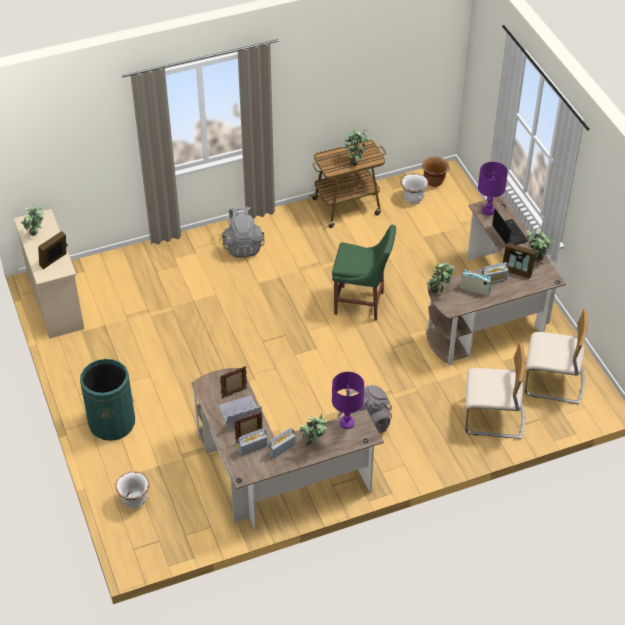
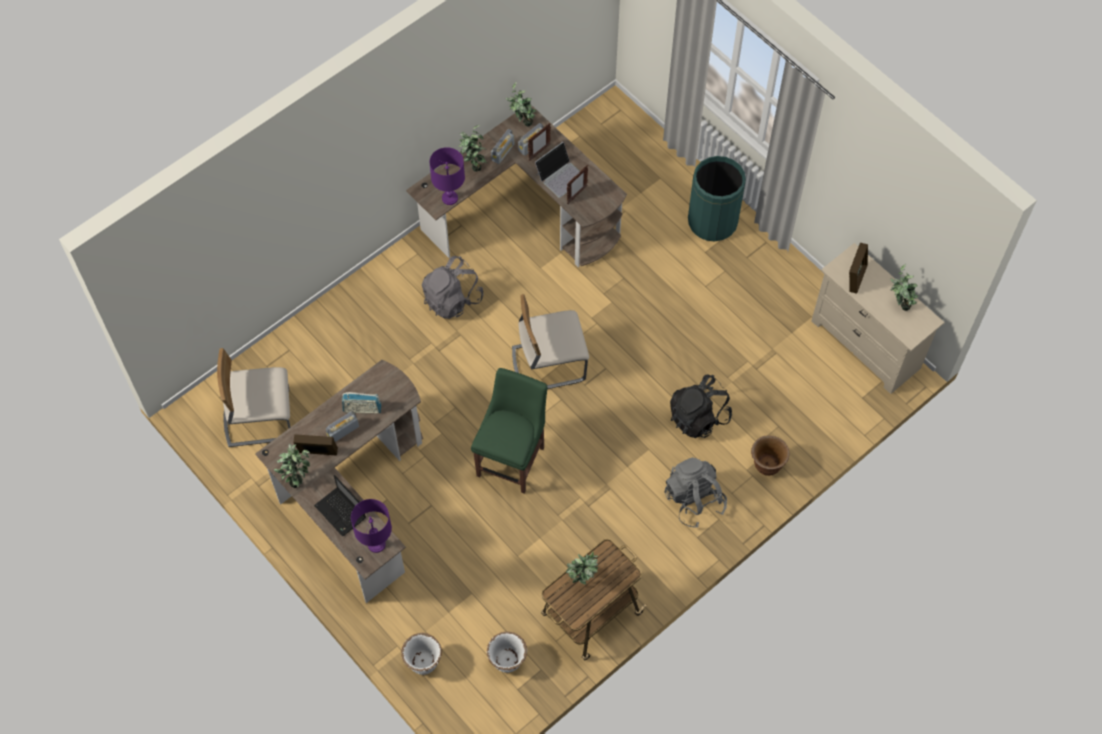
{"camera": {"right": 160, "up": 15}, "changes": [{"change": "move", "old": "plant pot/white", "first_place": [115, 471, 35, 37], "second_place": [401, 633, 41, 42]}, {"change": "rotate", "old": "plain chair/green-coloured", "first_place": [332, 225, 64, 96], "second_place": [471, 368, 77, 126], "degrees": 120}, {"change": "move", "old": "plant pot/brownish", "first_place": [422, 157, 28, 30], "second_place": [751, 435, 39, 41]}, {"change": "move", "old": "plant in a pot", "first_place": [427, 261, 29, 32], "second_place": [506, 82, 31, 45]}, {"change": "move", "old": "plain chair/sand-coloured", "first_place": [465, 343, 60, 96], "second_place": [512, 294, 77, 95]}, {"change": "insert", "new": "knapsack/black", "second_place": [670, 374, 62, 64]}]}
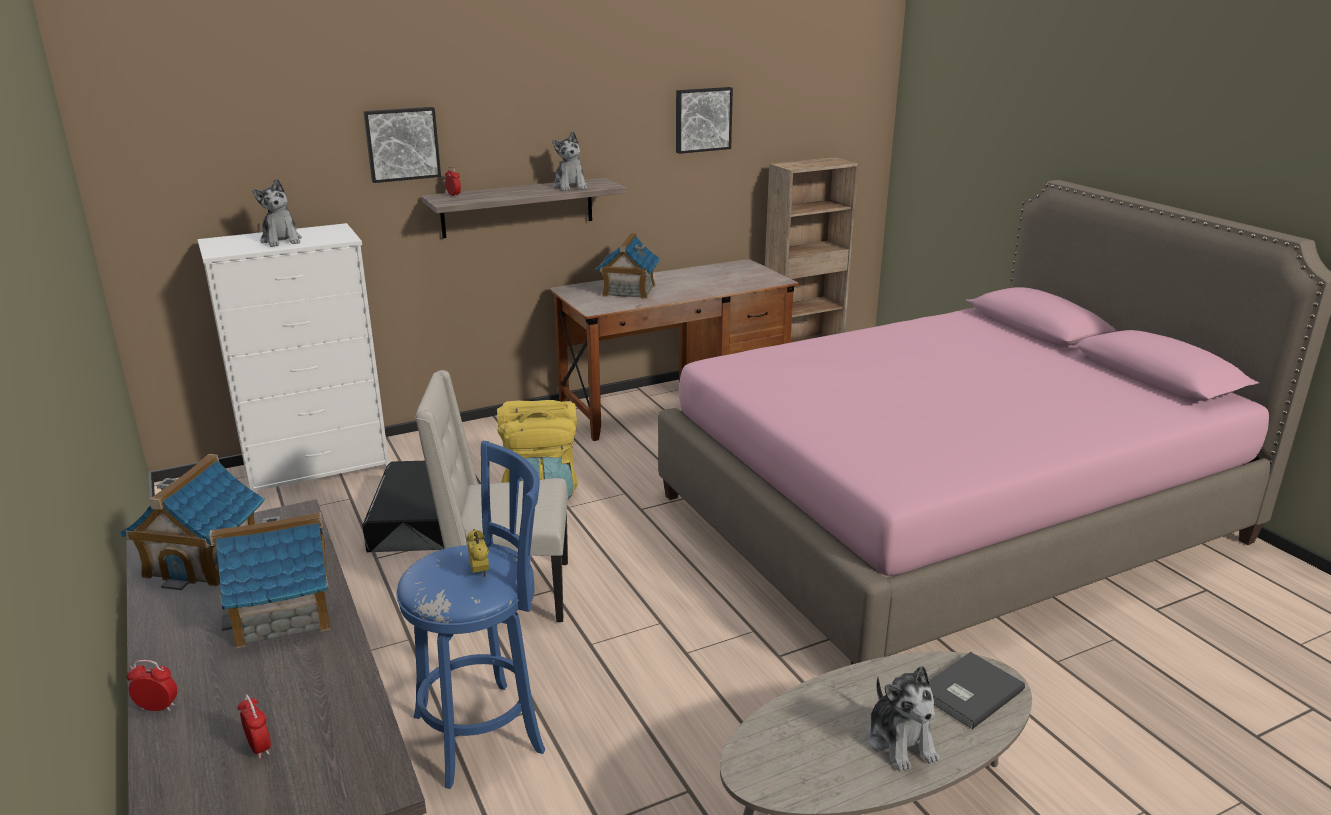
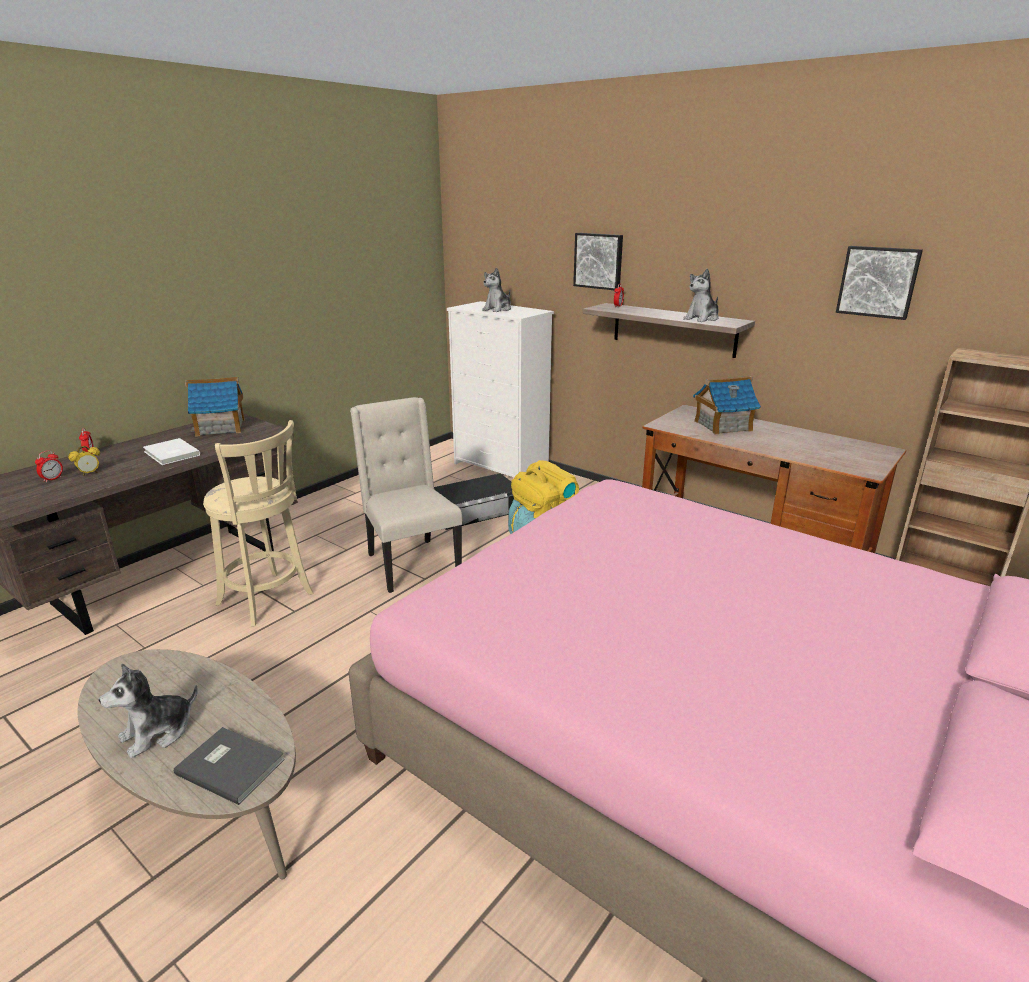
{"camera": {"right": 65, "up": 0}, "changes": [{"change": "replace", "old": "miniature house", "new": "book/white", "first_place": [209, 512, 122, 136], "second_place": [143, 438, 57, 27]}, {"change": "recolor", "old": "stool/bluish", "new": "stool/sand-coloured", "first_place": [397, 441, 148, 348], "second_place": [203, 420, 111, 206]}, {"change": "move", "old": "alarm clock", "first_place": [466, 529, 23, 48], "second_place": [68, 446, 32, 30]}]}
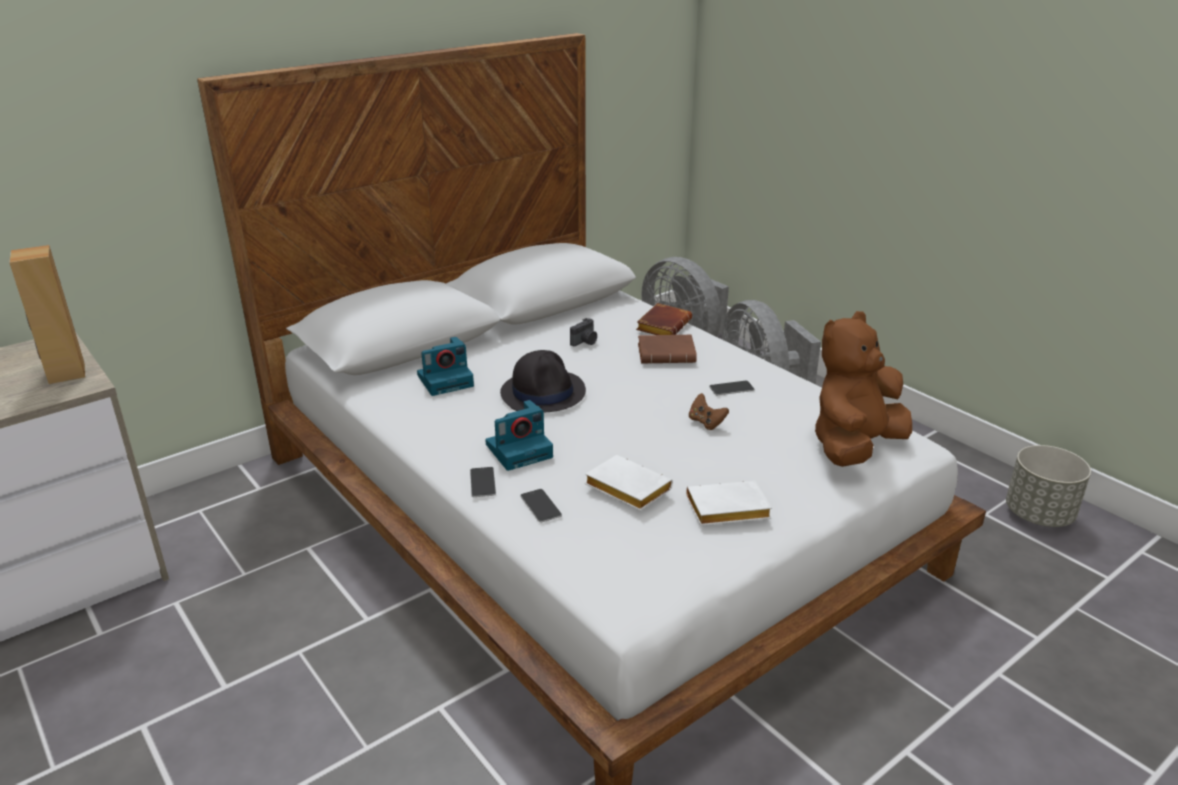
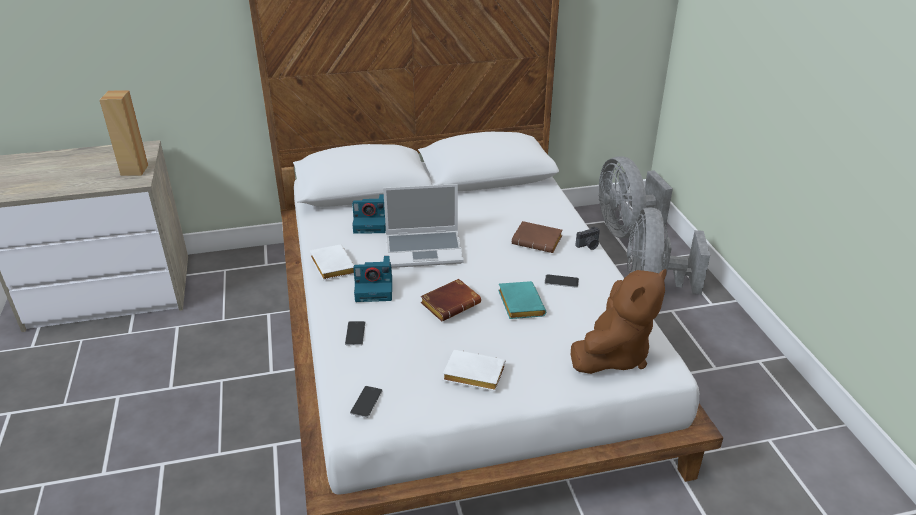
{"camera": {"right": 25, "up": 5}, "changes": [{"change": "move", "old": "handset", "first_place": [470, 467, 26, 30], "second_place": [350, 386, 33, 32]}, {"change": "replace", "old": "wearable hat/black", "new": "notebook computer", "first_place": [500, 350, 86, 62], "second_place": [383, 184, 81, 84]}, {"change": "move", "old": "still camera", "first_place": [570, 318, 27, 28], "second_place": [575, 227, 25, 23]}, {"change": "move", "old": "book/white", "first_place": [585, 455, 88, 56], "second_place": [310, 245, 44, 35]}, {"change": "move", "old": "book/brownish", "first_place": [636, 303, 56, 32], "second_place": [420, 279, 61, 42]}, {"change": "replace", "old": "joypad/brownish", "new": "book/blue-green", "first_place": [689, 393, 40, 37], "second_place": [498, 281, 48, 38]}, {"change": "rotate", "old": "cuddly toy/brownish", "first_place": [815, 311, 97, 156], "second_place": [571, 269, 96, 105], "degrees": 150}, {"change": "delete", "old": "plant pot/greyish", "first_place": [1006, 445, 85, 82]}]}
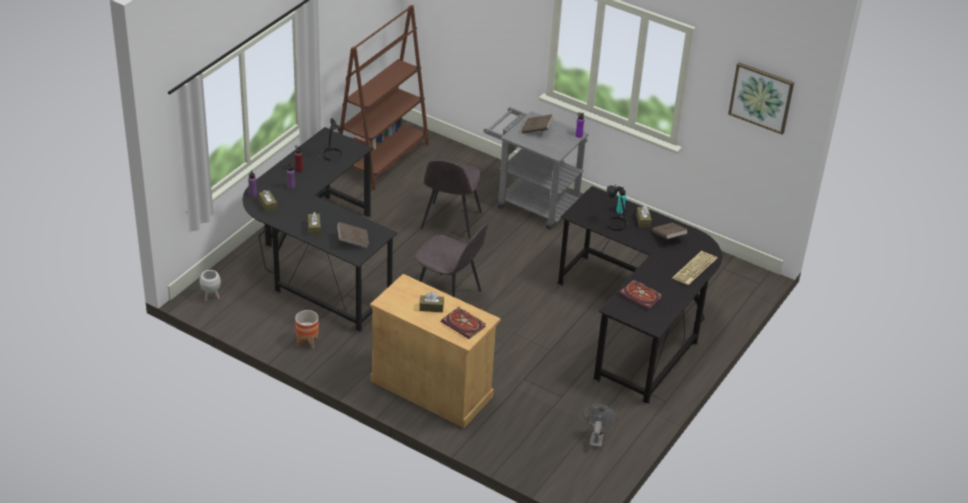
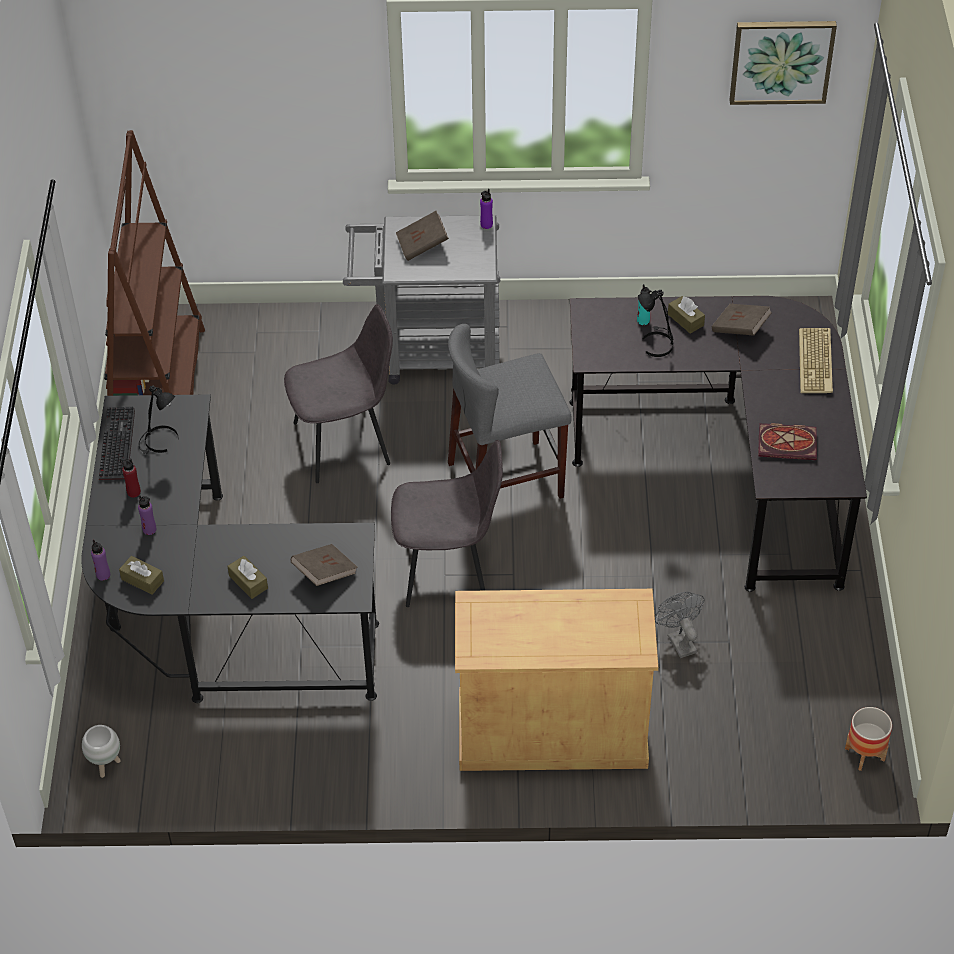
{"camera": {"right": -30, "up": 10}, "changes": [{"change": "move", "old": "plant pot", "first_place": [295, 310, 24, 38], "second_place": [845, 707, 47, 64]}, {"change": "delete", "old": "box of tissues/brownish", "first_place": [419, 292, 25, 20]}, {"change": "rotate", "old": "plain chair/greyish", "first_place": [420, 159, 62, 80], "second_place": [284, 304, 109, 179], "degrees": -90}, {"change": "delete", "old": "book", "first_place": [441, 307, 45, 32]}, {"change": "move", "old": "electric fan/greyish", "first_place": [583, 405, 34, 44], "second_place": [655, 592, 50, 66]}, {"change": "insert", "new": "PC keyboard", "second_place": [99, 407, 36, 73]}, {"change": "insert", "new": "stool/greyish", "second_place": [448, 324, 124, 175]}]}
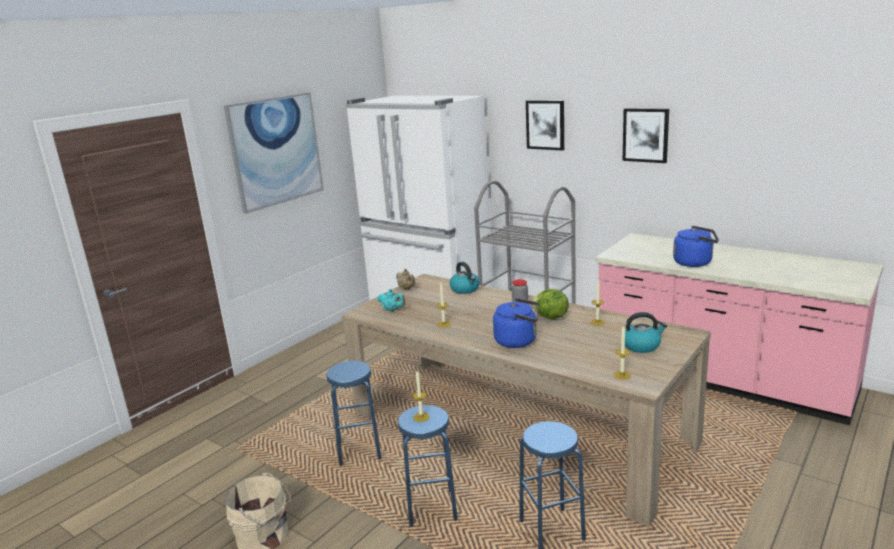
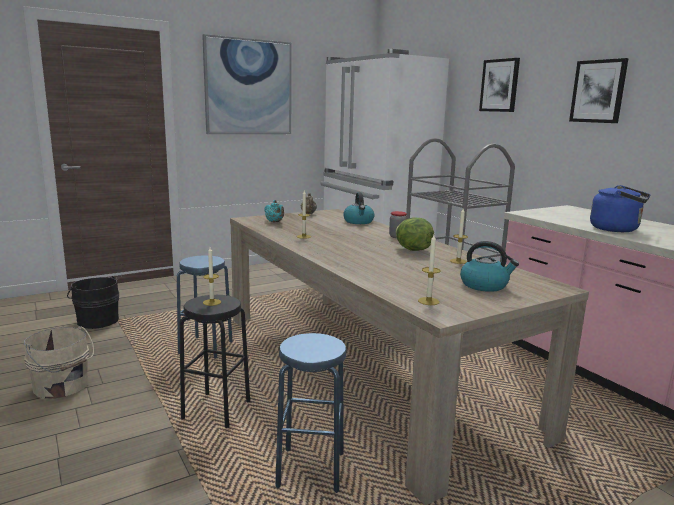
{"camera": {"right": 20, "up": -5}, "changes": [{"change": "recolor", "old": "stool/bluish", "new": "stool/black", "first_place": [398, 405, 60, 122], "second_place": [180, 295, 70, 133]}, {"change": "delete", "old": "water kettle/bluish", "first_place": [493, 298, 47, 50]}, {"change": "insert", "new": "bucket/black", "second_place": [67, 276, 52, 53]}]}
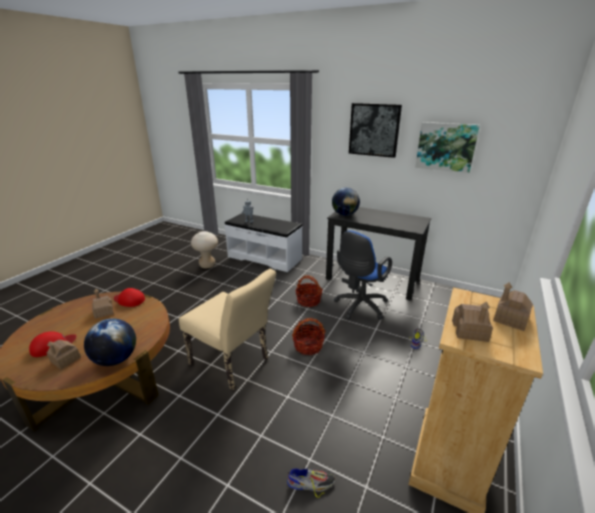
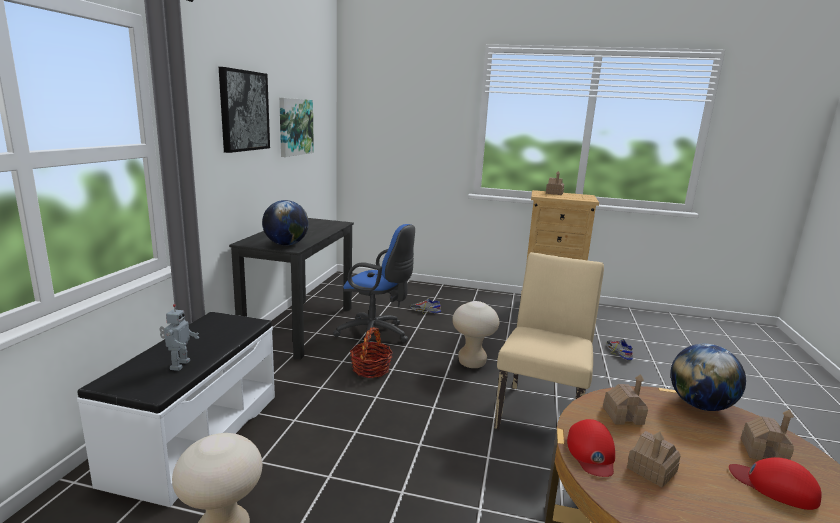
{"camera": {"right": -105, "up": -10}, "changes": [{"change": "replace", "old": "storage basket", "new": "stool/sand-coloured", "first_place": [292, 318, 34, 37], "second_place": [452, 301, 47, 67]}, {"change": "move", "old": "miniature house", "first_place": [452, 301, 41, 41], "second_place": [603, 374, 45, 51]}]}
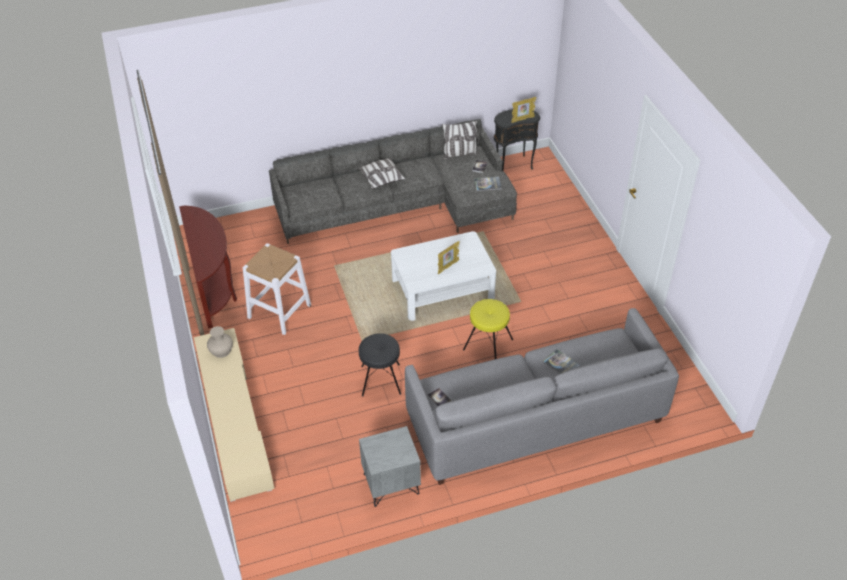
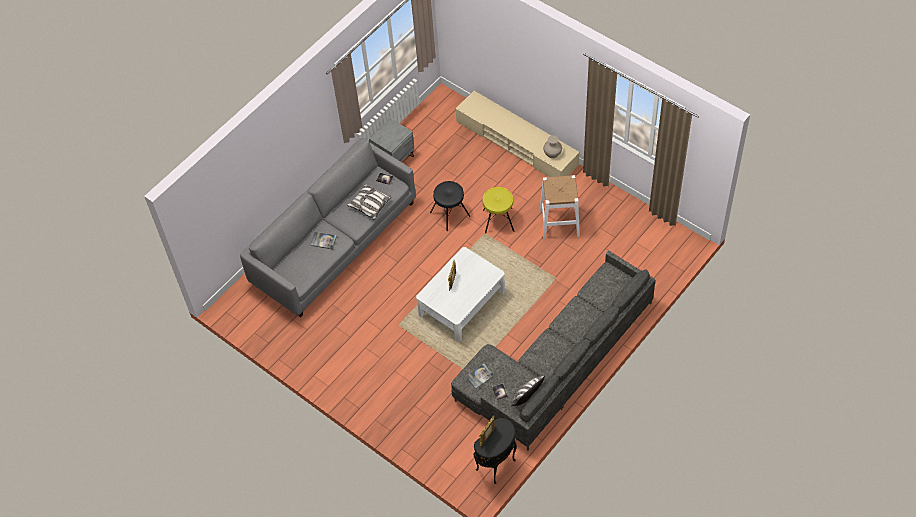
{"camera": {"right": 150, "up": 10}, "changes": [{"change": "delete", "old": "hall table/brownish", "first_place": [179, 205, 58, 124]}, {"change": "move", "old": "pillow", "first_place": [358, 158, 47, 31], "second_place": [347, 183, 45, 37]}, {"change": "move", "old": "stool/yellowish", "first_place": [463, 299, 50, 60], "second_place": [483, 187, 31, 46]}]}
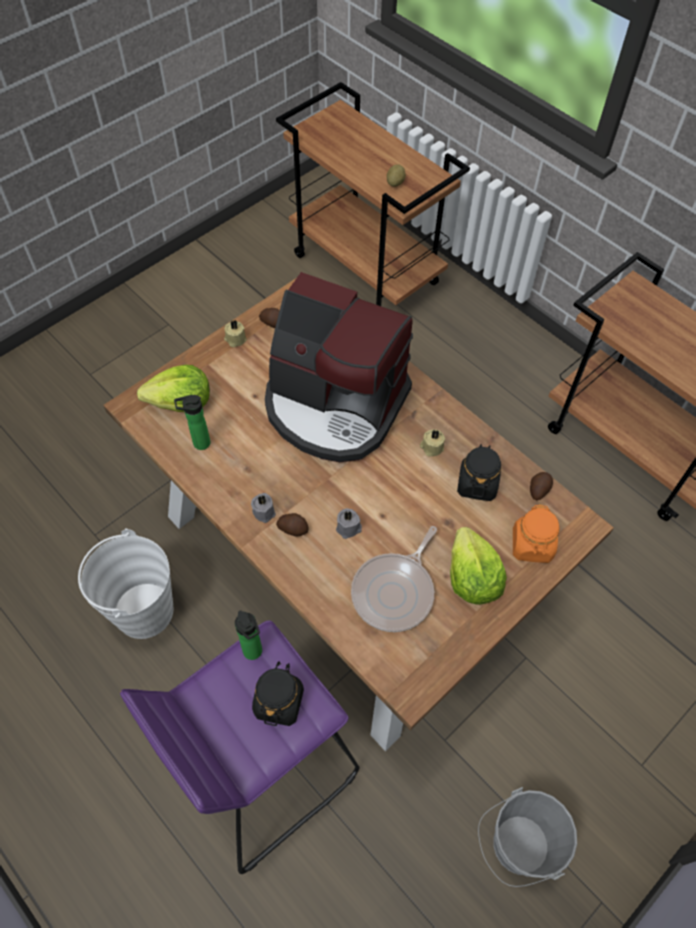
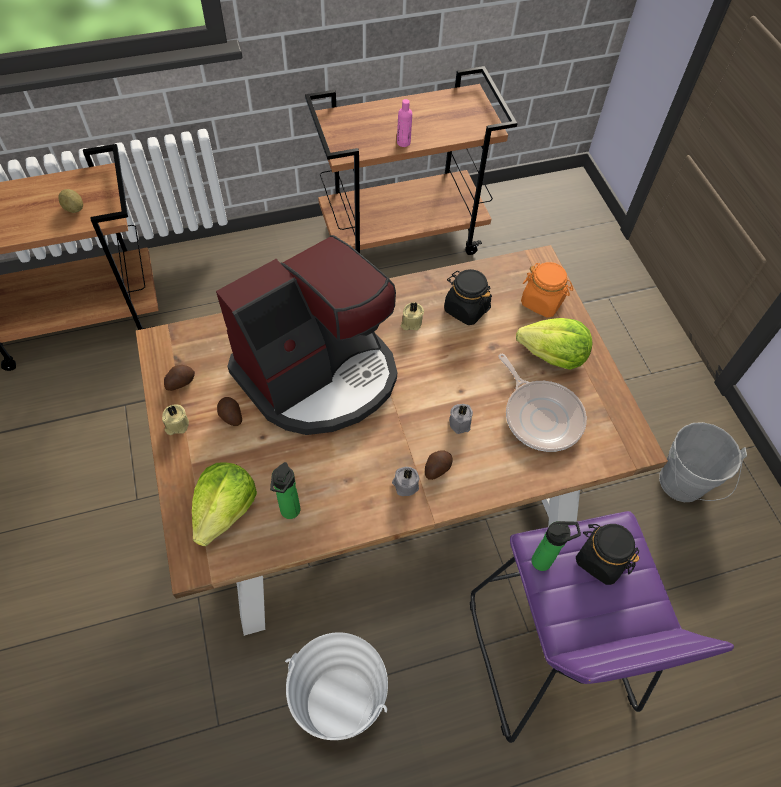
{"camera": {"right": -65, "up": 0}, "changes": [{"change": "move", "old": "potato", "first_place": [530, 472, 23, 28], "second_place": [217, 397, 25, 29]}, {"change": "insert", "new": "bottle/pinkish", "second_place": [397, 99, 15, 48]}]}
